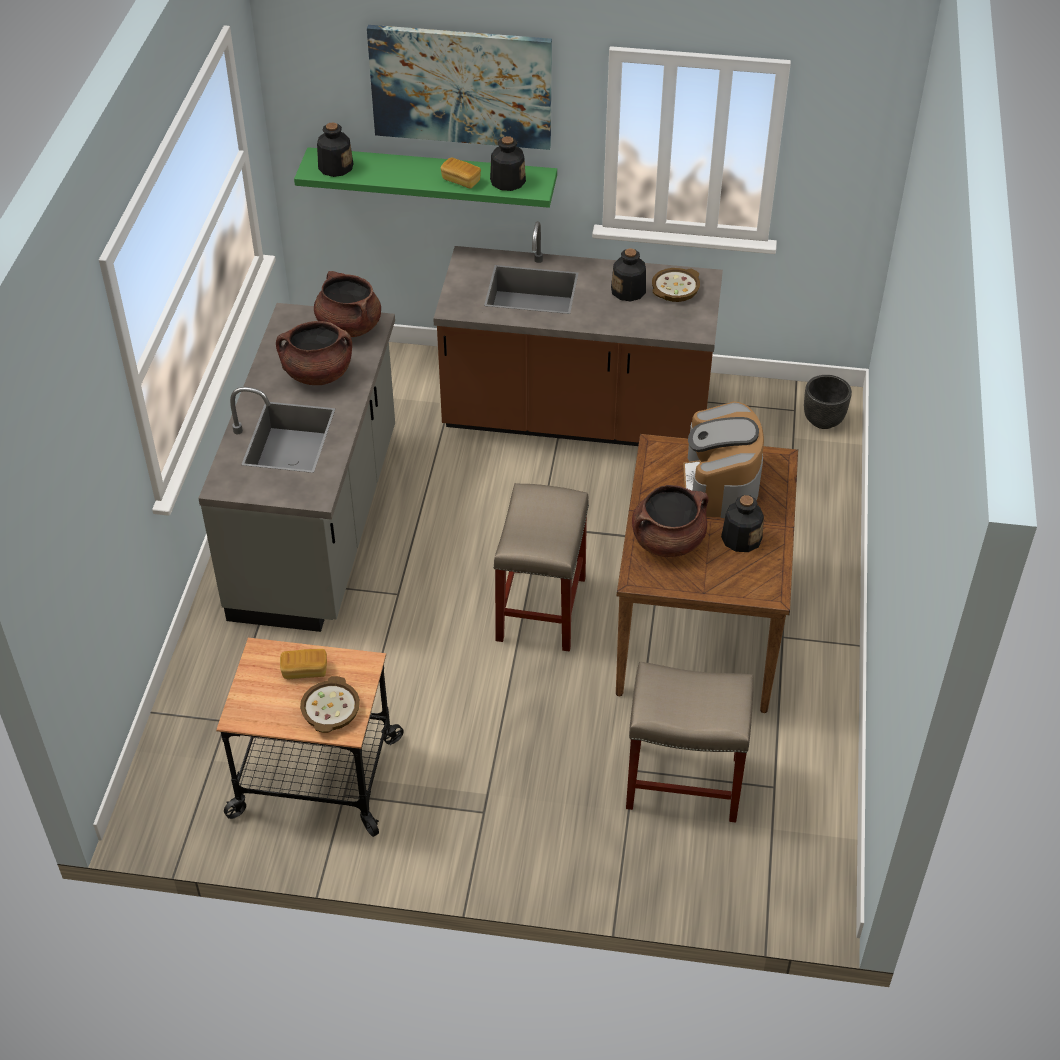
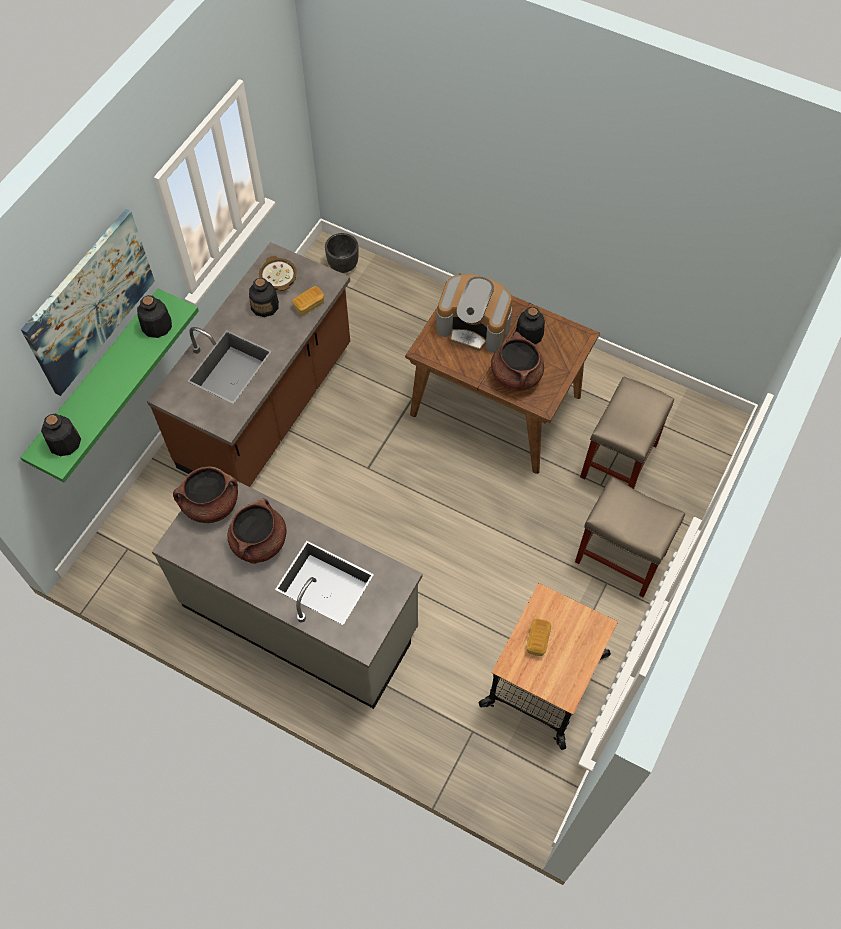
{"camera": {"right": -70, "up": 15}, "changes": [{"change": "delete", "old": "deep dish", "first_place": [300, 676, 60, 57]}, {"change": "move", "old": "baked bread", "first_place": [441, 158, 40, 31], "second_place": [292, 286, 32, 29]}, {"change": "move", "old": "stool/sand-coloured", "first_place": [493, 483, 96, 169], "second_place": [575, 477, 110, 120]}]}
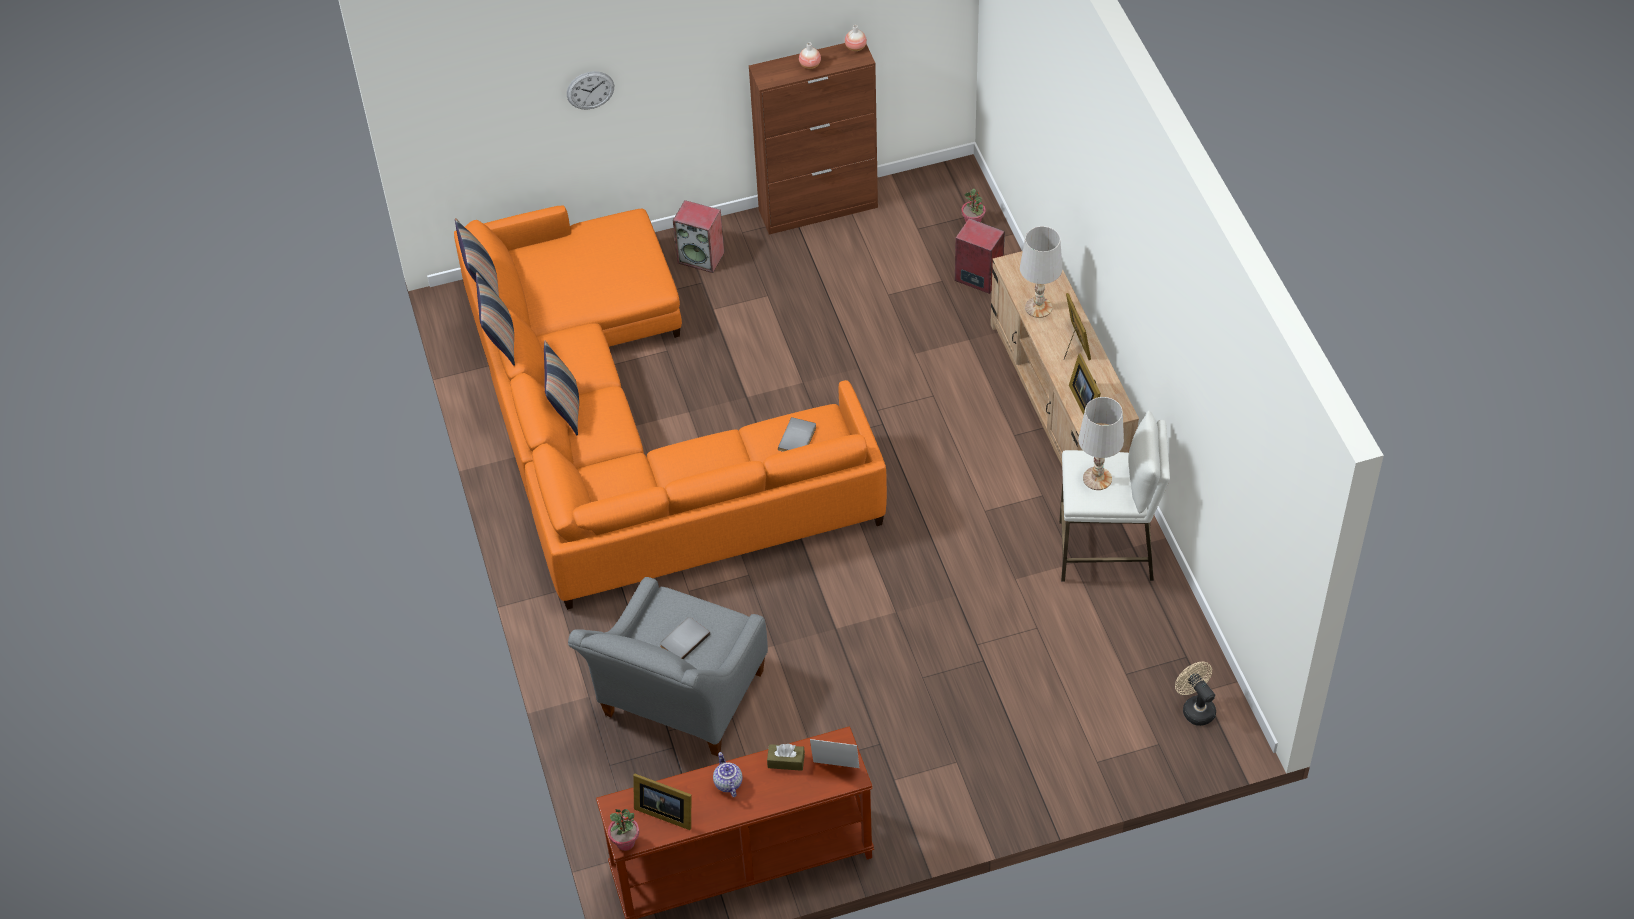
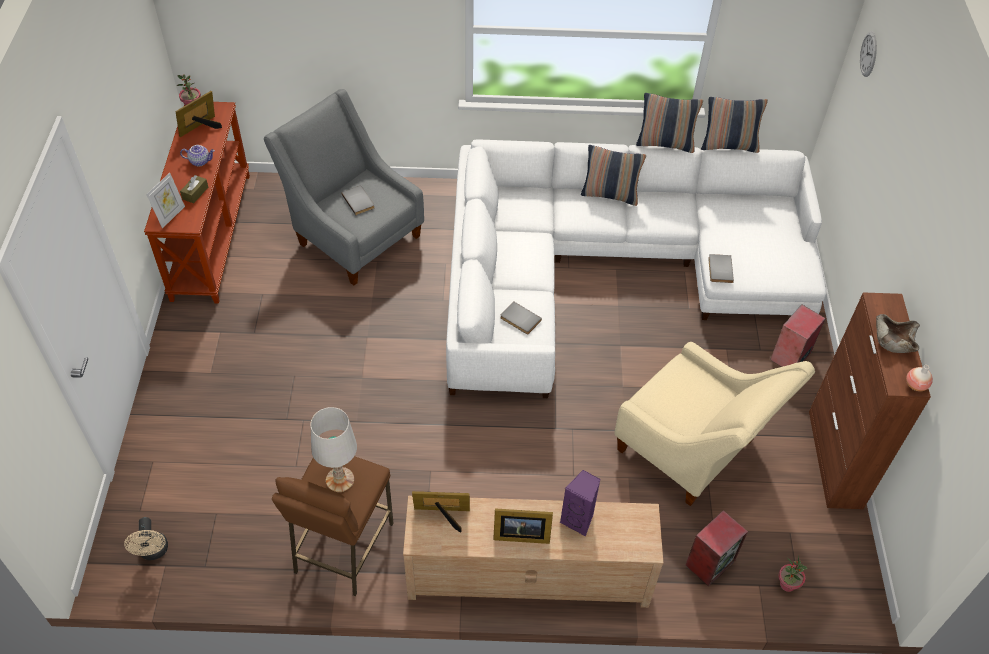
{"camera": {"right": 105, "up": 0}, "changes": [{"change": "recolor", "old": "couch/orange-coloured", "new": "couch/white", "first_place": [454, 205, 433, 405], "second_place": [446, 139, 380, 259]}, {"change": "move", "old": "hanging clock", "first_place": [567, 71, 47, 39], "second_place": [860, 31, 17, 46]}, {"change": "replace", "old": "flower vase", "new": "deep dish/sand-coloured", "first_place": [799, 42, 22, 27], "second_place": [876, 314, 44, 39]}, {"change": "replace", "old": "table lamp/white", "new": "loudspeaker/purple", "first_place": [1020, 226, 42, 92], "second_place": [560, 470, 40, 66]}, {"change": "recolor", "old": "stool/white", "new": "stool/brownish", "first_place": [1059, 411, 111, 171], "second_place": [272, 456, 122, 140]}, {"change": "rotate", "old": "electric fan/sand-coloured", "first_place": [1175, 662, 41, 64], "second_place": [124, 517, 44, 43], "degrees": 90}, {"change": "insert", "new": "lounge chair/sand-coloured", "second_place": [615, 342, 200, 164]}, {"change": "insert", "new": "book/greyish", "second_place": [708, 254, 26, 29]}]}
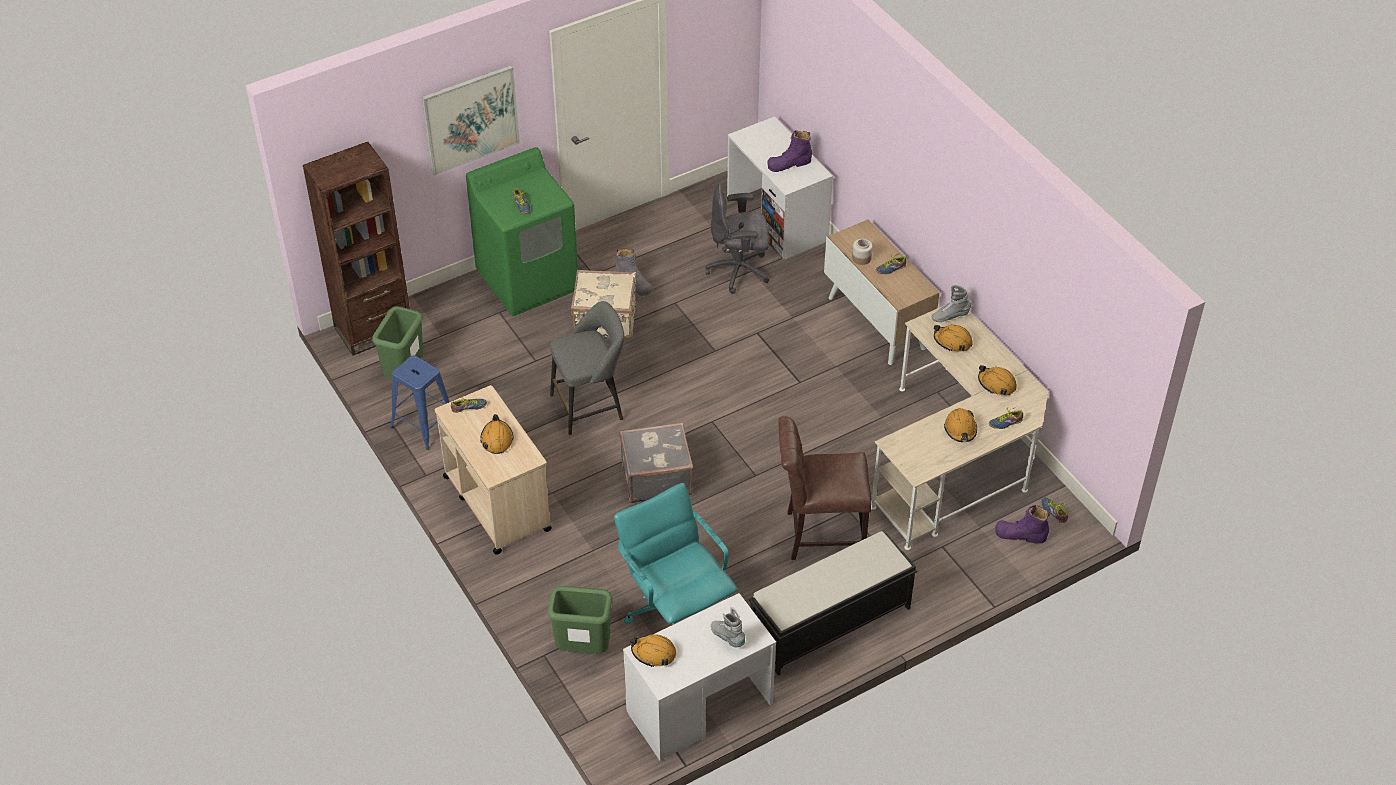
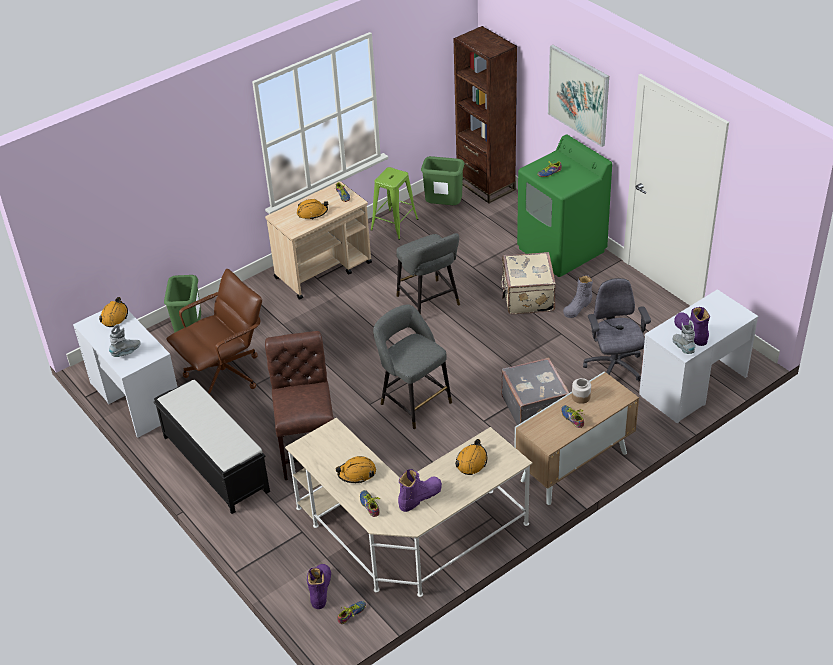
{"camera": {"right": 85, "up": -5}, "changes": [{"change": "recolor", "old": "stool/bluish", "new": "stool/green-coloured", "first_place": [390, 355, 59, 95], "second_place": [371, 167, 47, 73]}, {"change": "recolor", "old": "desk chair/blue-green", "new": "desk chair/brownish", "first_place": [614, 483, 123, 142], "second_place": [166, 269, 96, 129]}, {"change": "move", "old": "suitcase/greyish", "first_place": [620, 422, 73, 81], "second_place": [501, 358, 68, 67]}, {"change": "move", "old": "boot/greyish", "first_place": [932, 285, 39, 37], "second_place": [673, 320, 23, 34]}, {"change": "replace", "old": "work helmet/orange-coloured", "new": "boot/purple", "first_place": [978, 365, 39, 30], "second_place": [398, 469, 44, 43]}, {"change": "insert", "new": "stool/greyish", "second_place": [373, 304, 79, 125]}]}
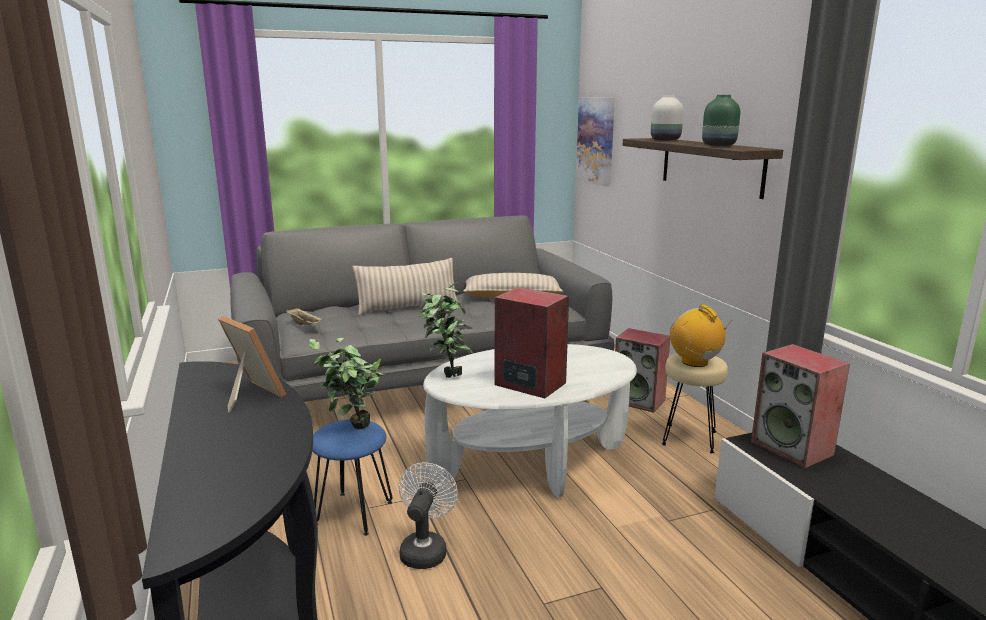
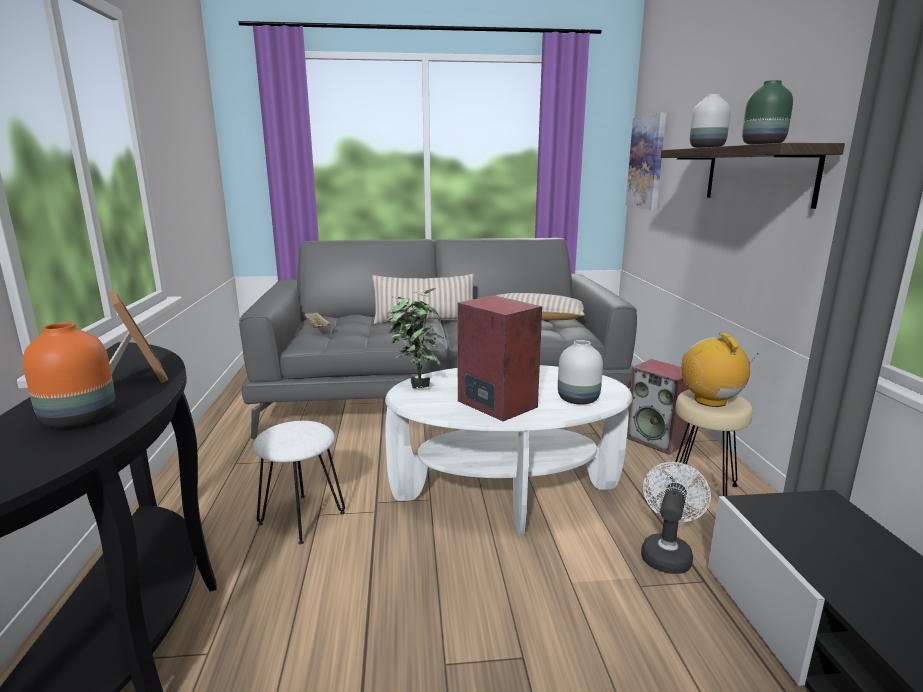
{"camera": {"right": 15, "up": 0}, "changes": [{"change": "delete", "old": "plant in a pot", "first_place": [309, 338, 75, 91]}, {"change": "recolor", "old": "stool/bluish", "new": "stool/white", "first_place": [313, 419, 79, 117], "second_place": [253, 421, 92, 123]}, {"change": "move", "old": "electric fan/white", "first_place": [399, 463, 59, 106], "second_place": [641, 462, 70, 112]}, {"change": "delete", "old": "loudspeaker", "first_place": [751, 344, 99, 124]}, {"change": "insert", "new": "flower vase/orange-coloured", "second_place": [23, 322, 92, 105]}, {"change": "insert", "new": "flower vase/white", "second_place": [558, 340, 45, 65]}]}
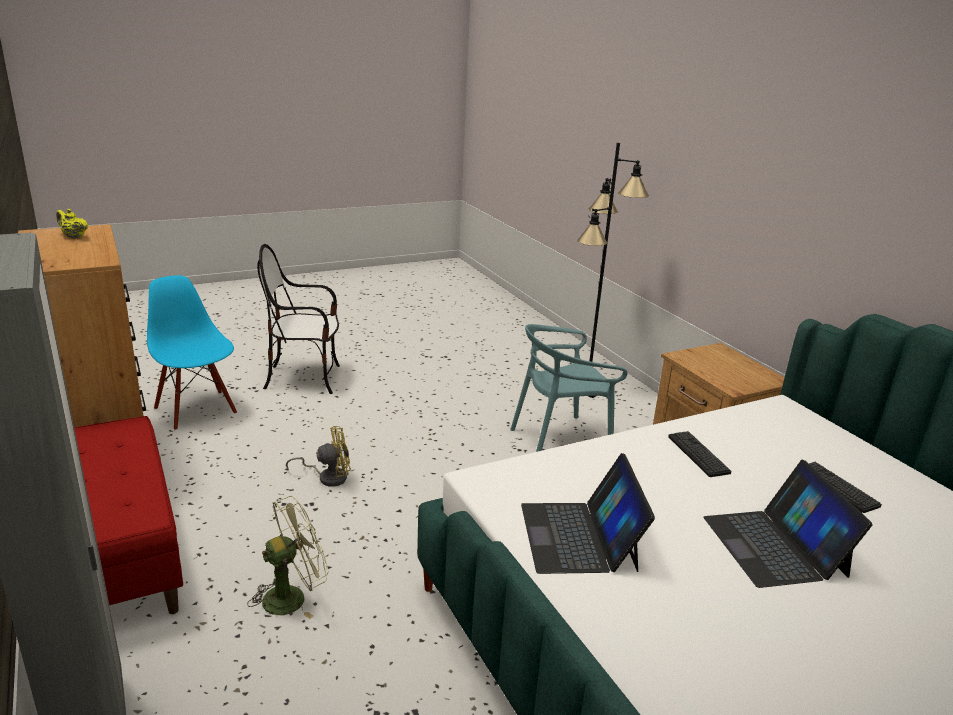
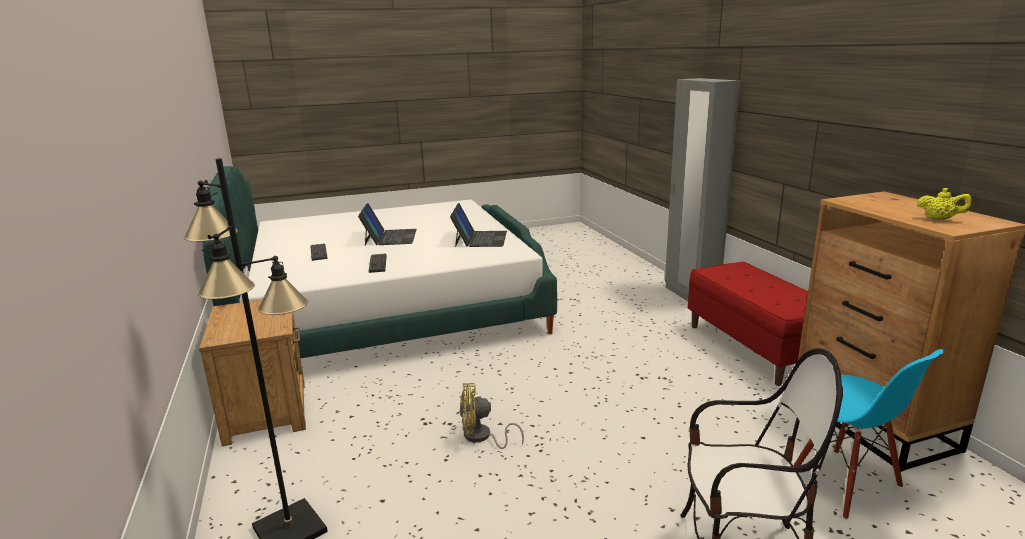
{"camera": {"right": -170, "up": -5}, "changes": [{"change": "delete", "old": "electric fan/green-coloured", "first_place": [247, 496, 82, 123]}, {"change": "move", "old": "electric fan/yellowish", "first_place": [286, 426, 65, 61], "second_place": [460, 383, 64, 66]}, {"change": "delete", "old": "plain chair/blue-green", "first_place": [510, 324, 117, 128]}]}
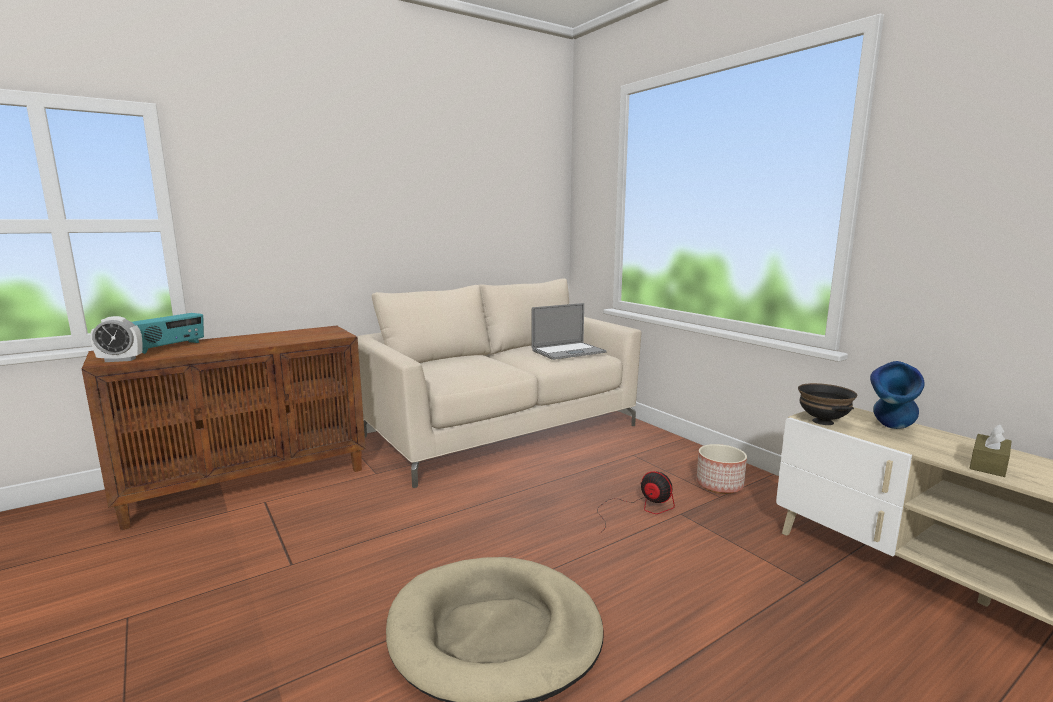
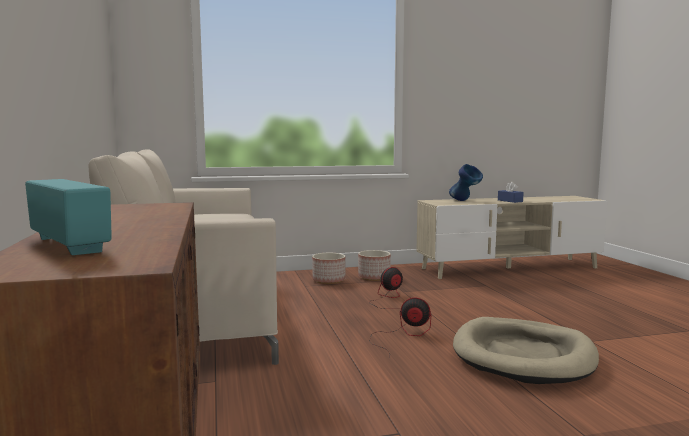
{"camera": {"right": -70, "up": -5}, "changes": [{"change": "delete", "old": "alarm clock", "first_place": [90, 316, 53, 46]}, {"change": "delete", "old": "notebook computer", "first_place": [532, 303, 75, 57]}, {"change": "delete", "old": "deep dish/black", "first_place": [798, 383, 59, 42]}, {"change": "recolor", "old": "box of tissues/brownish", "new": "box of tissues/bluish", "first_place": [970, 424, 42, 53], "second_place": [498, 182, 26, 21]}, {"change": "insert", "new": "plant pot", "second_place": [312, 253, 33, 31]}, {"change": "insert", "new": "electric fan", "second_place": [369, 298, 62, 59]}]}
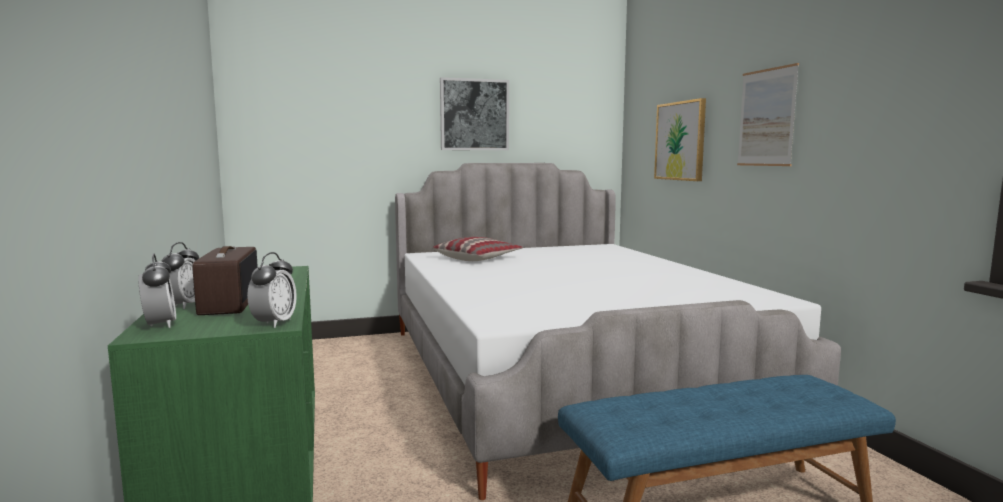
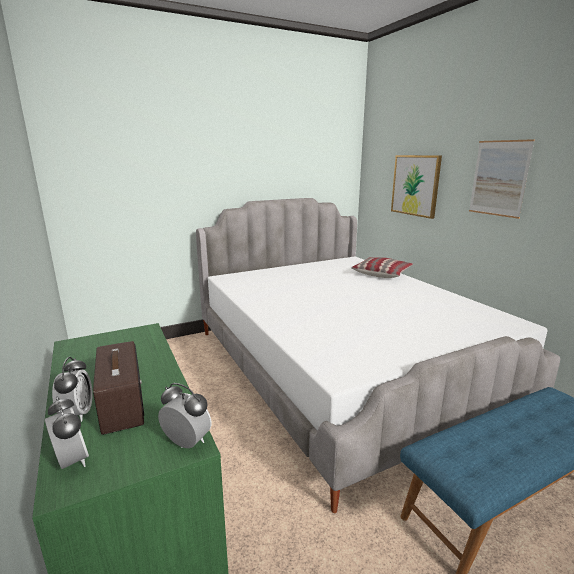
{"camera": {"right": -10, "up": 10}, "changes": [{"change": "rotate", "old": "alarm clock", "first_place": [247, 252, 50, 76], "second_place": [158, 383, 53, 65], "degrees": -60}, {"change": "move", "old": "pillow", "first_place": [432, 237, 91, 24], "second_place": [351, 257, 62, 21]}, {"change": "delete", "old": "wall art", "first_place": [440, 77, 69, 73]}]}
